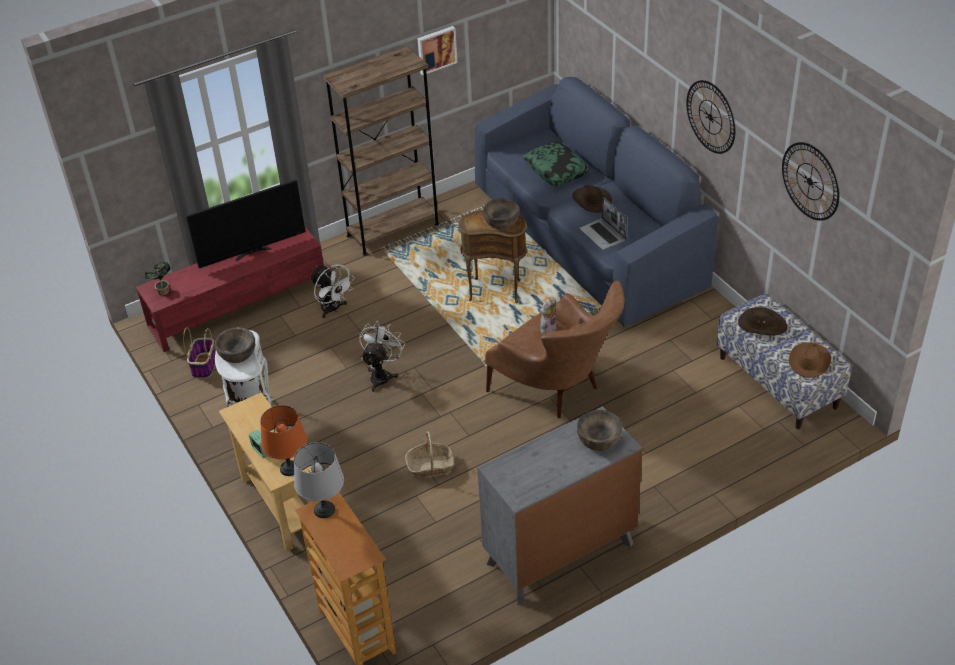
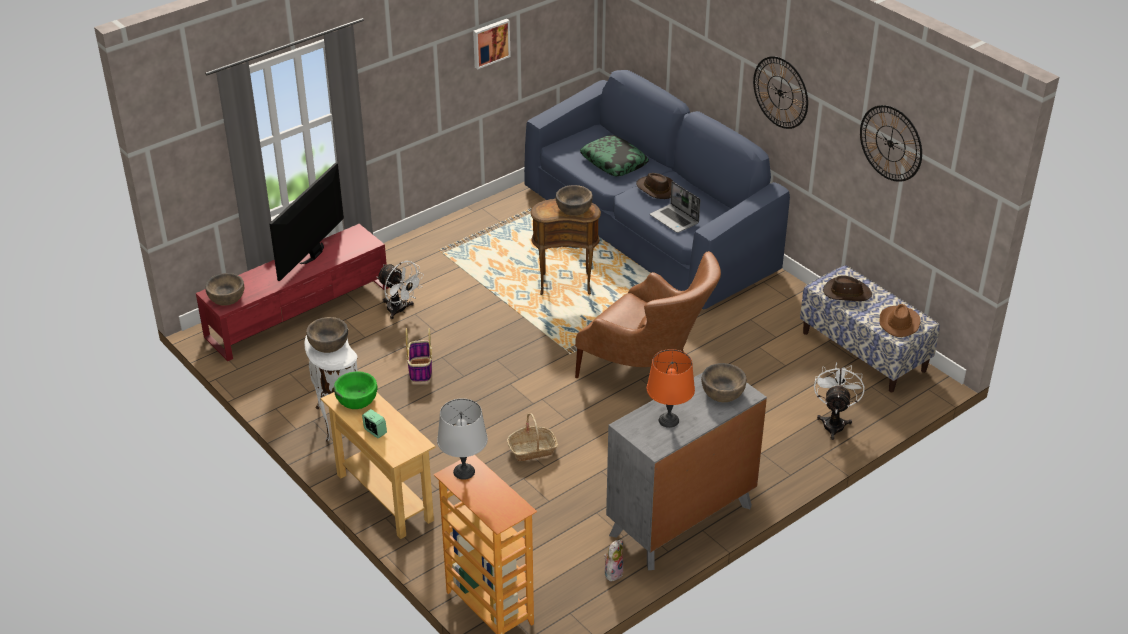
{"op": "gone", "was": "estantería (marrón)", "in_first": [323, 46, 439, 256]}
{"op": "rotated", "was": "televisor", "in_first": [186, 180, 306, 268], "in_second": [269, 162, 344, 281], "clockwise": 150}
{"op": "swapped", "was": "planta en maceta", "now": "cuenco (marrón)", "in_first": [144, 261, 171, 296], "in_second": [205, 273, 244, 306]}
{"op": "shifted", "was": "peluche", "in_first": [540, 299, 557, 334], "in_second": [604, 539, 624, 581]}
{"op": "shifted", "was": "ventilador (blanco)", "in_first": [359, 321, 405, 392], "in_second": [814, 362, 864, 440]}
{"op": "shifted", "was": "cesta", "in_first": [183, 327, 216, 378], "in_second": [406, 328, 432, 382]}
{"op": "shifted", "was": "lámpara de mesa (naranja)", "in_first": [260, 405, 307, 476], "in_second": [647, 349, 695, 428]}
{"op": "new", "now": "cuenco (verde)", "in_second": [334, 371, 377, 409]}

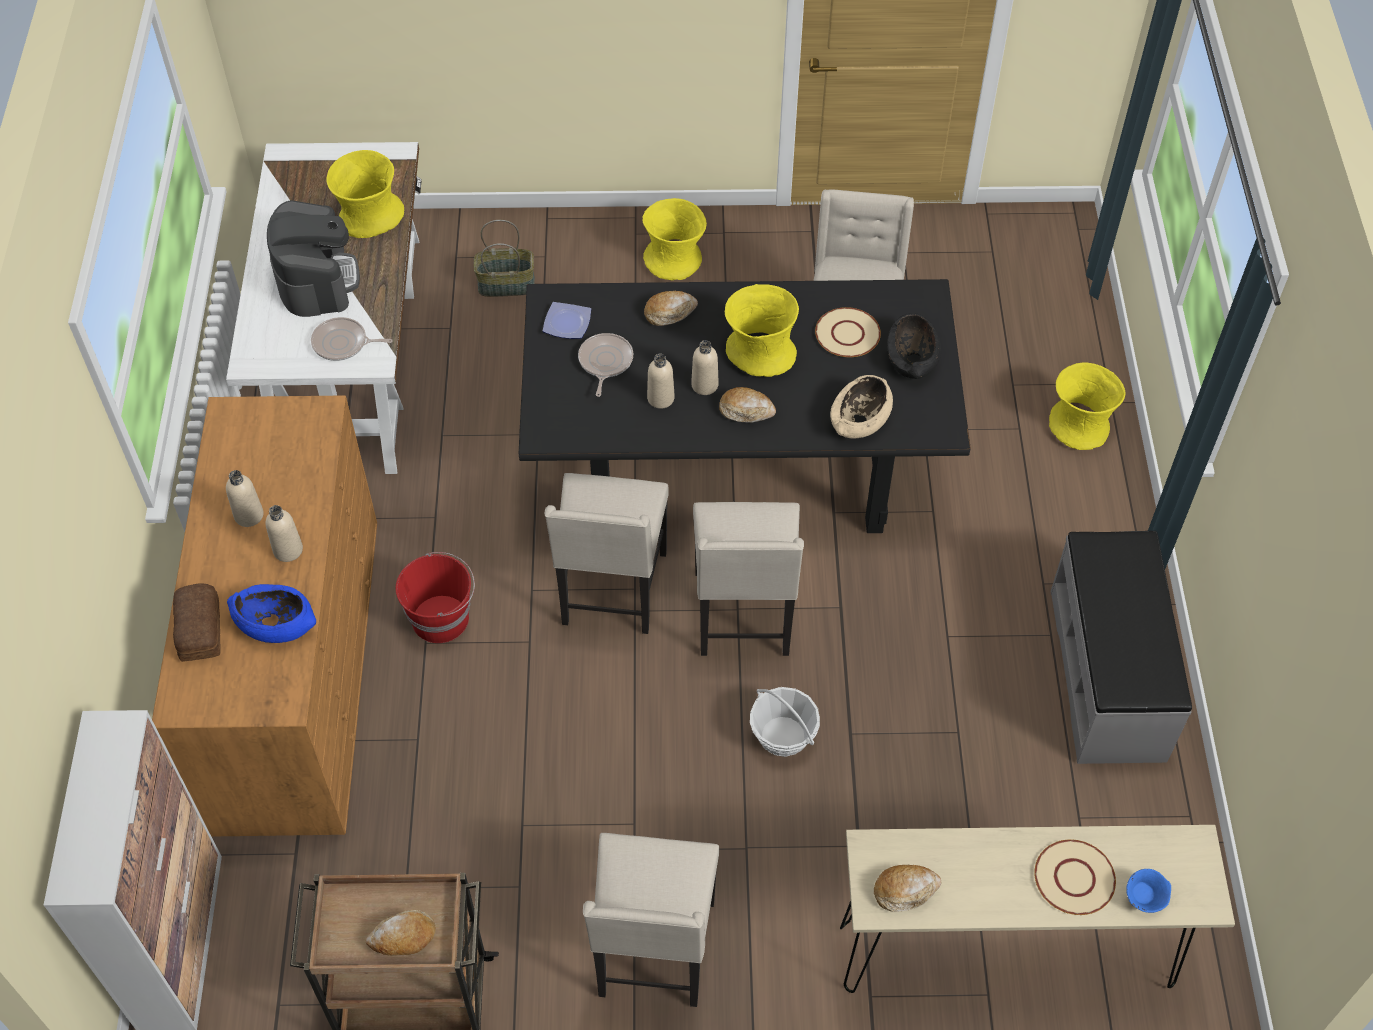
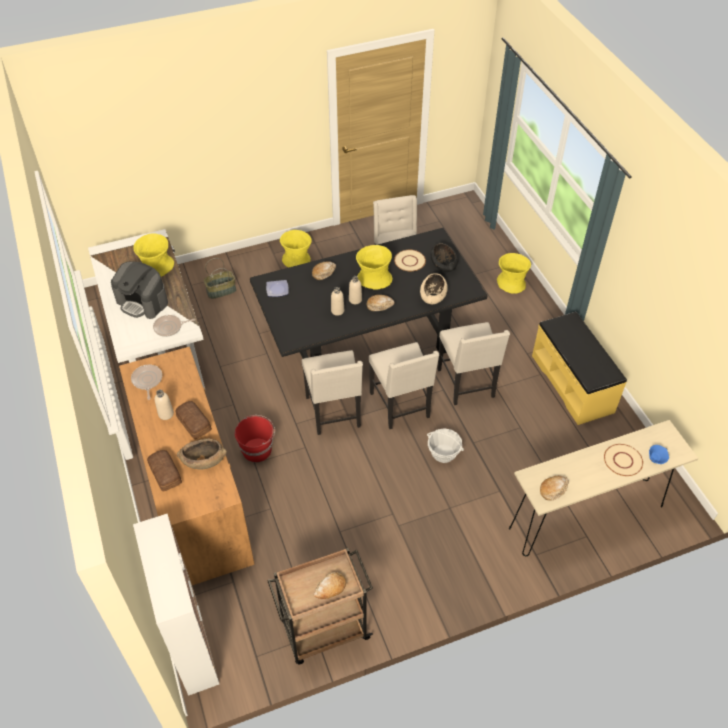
{"op": "rotated", "was": "cafetera", "in_first": [267, 200, 360, 317], "in_second": [111, 261, 168, 319], "clockwise": 150}
{"op": "shifted", "was": "sartén", "in_first": [578, 333, 633, 397], "in_second": [131, 365, 162, 400]}
{"op": "swapped", "was": "botella (beis)", "now": "pan", "in_first": [266, 505, 303, 562], "in_second": [175, 401, 212, 439]}
{"op": "repainted", "was": "banco (gris)", "now": "banco (amarillo)", "in_first": [1051, 531, 1192, 764], "in_second": [532, 312, 627, 425]}
{"op": "repainted", "was": "cuenco (azul)", "now": "cuenco (marrón)", "in_first": [227, 584, 316, 643], "in_second": [177, 439, 227, 469]}
{"op": "shifted", "was": "silla (beis)", "in_first": [583, 833, 719, 1007], "in_second": [438, 322, 510, 405]}

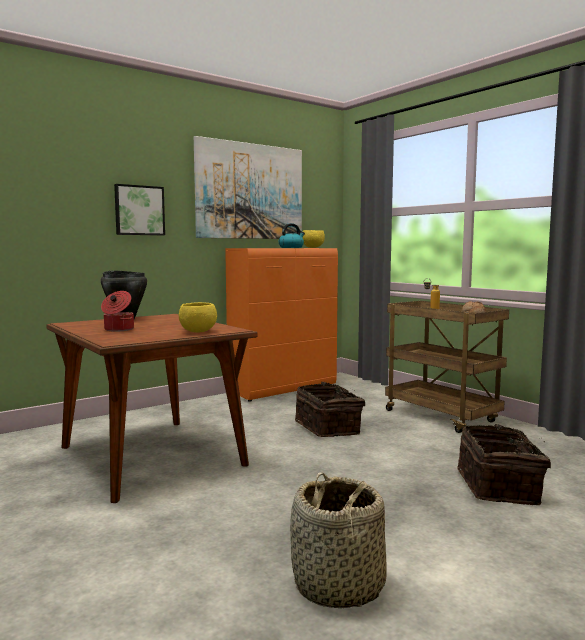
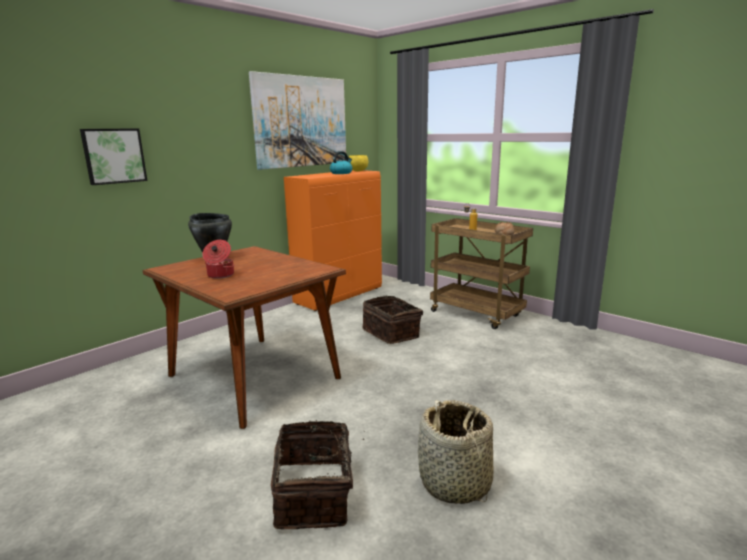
{"op": "shifted", "was": "cuadro", "in_first": [114, 184, 165, 235], "in_second": [80, 128, 147, 185]}
{"op": "gone", "was": "cuenco (amarillo)", "in_first": [179, 302, 217, 333]}
{"op": "shifted", "was": "cesta", "in_first": [457, 424, 551, 505], "in_second": [271, 420, 365, 529]}

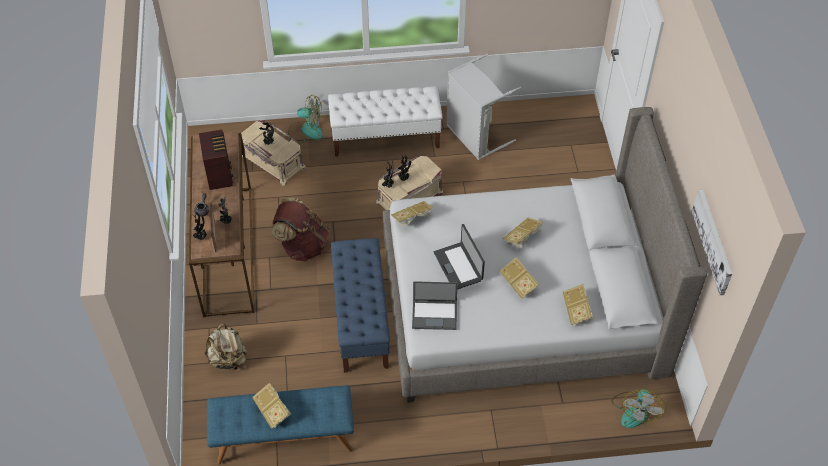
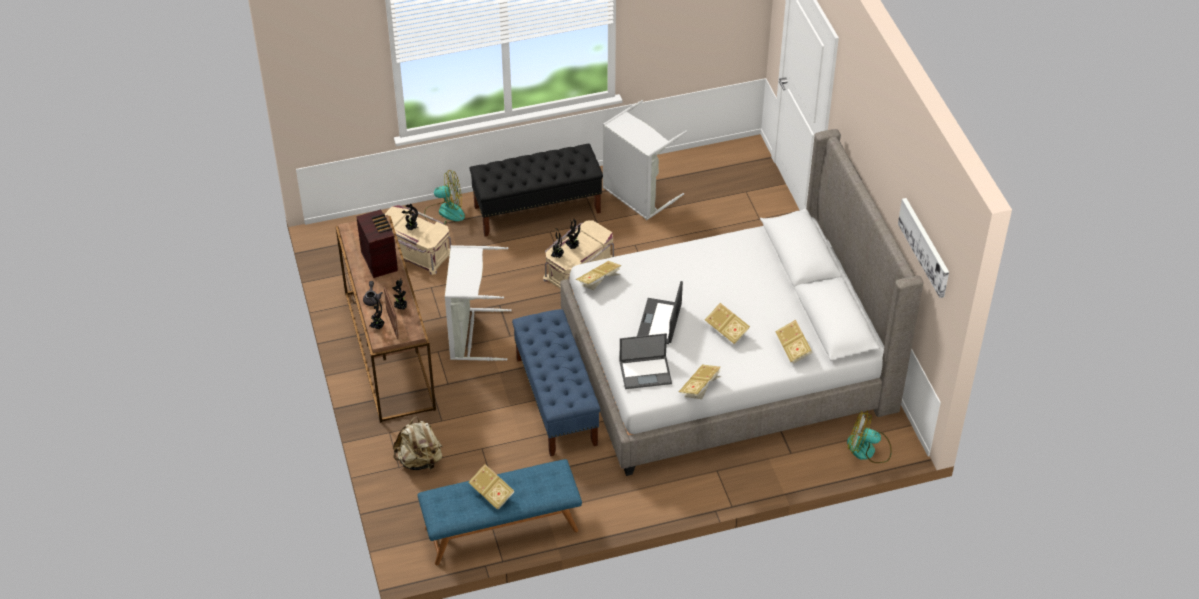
{"op": "repainted", "was": "banco (blanco)", "now": "banco (negro)", "in_first": [328, 86, 442, 157], "in_second": [469, 144, 603, 236]}
{"op": "swapped", "was": "mochila (marrón)", "now": "cesto de la ropa (gris)", "in_first": [272, 198, 329, 261], "in_second": [445, 245, 512, 361]}
{"op": "shifted", "was": "libro", "in_first": [503, 218, 543, 248], "in_second": [679, 365, 721, 399]}
{"op": "rotated", "was": "portátil", "in_first": [434, 224, 485, 290], "in_second": [637, 281, 683, 344], "clockwise": 45}
{"op": "rotated", "was": "ventilador", "in_first": [612, 389, 666, 428], "in_second": [847, 410, 892, 463], "clockwise": 105}

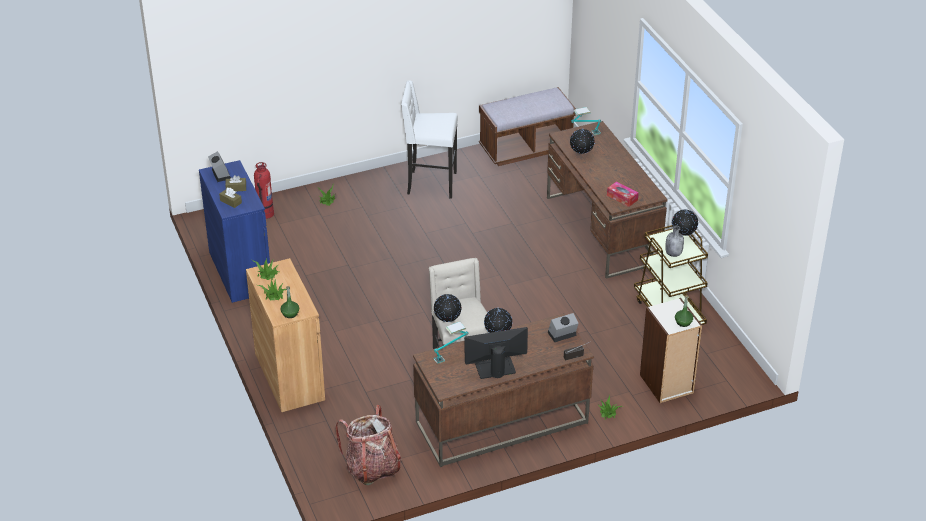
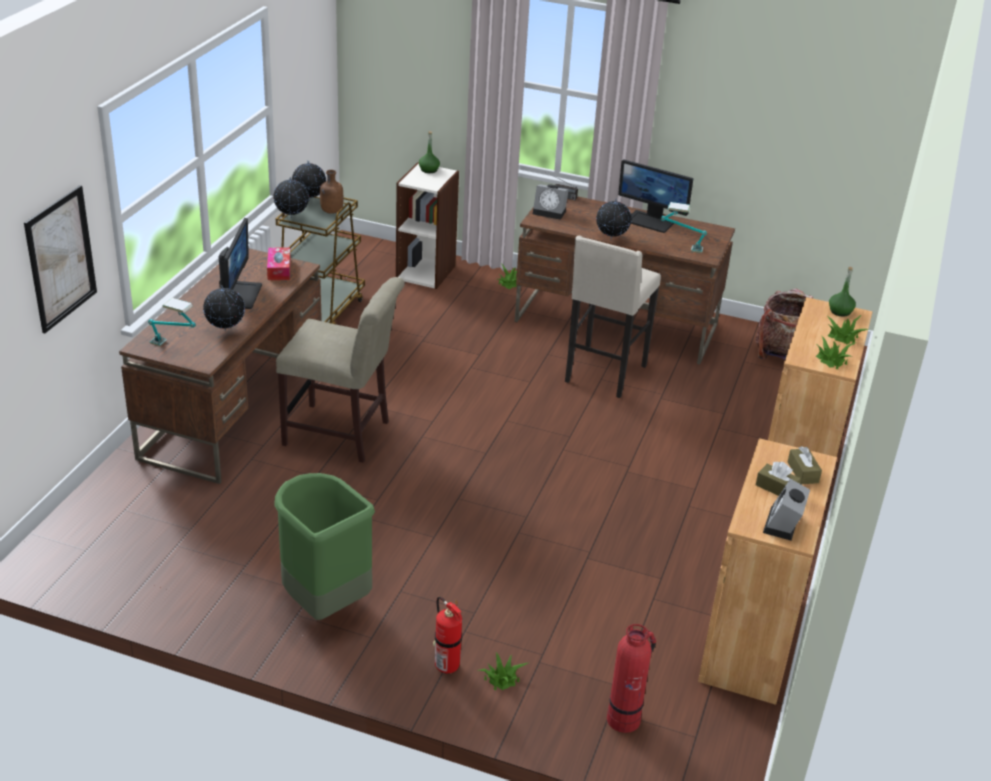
{"op": "swapped", "was": "taburete (blanco)", "now": "papelera (verde)", "in_first": [401, 80, 458, 199], "in_second": [274, 473, 375, 620]}
{"op": "gone", "was": "banco (marrón)", "in_first": [479, 87, 576, 166]}
{"op": "repainted", "was": "armario (azul)", "now": "armario (marrón)", "in_first": [199, 160, 270, 303], "in_second": [698, 438, 837, 705]}
{"op": "repainted", "was": "botella (gris)", "now": "botella (marrón)", "in_first": [665, 225, 684, 257], "in_second": [320, 170, 343, 214]}
{"op": "shifted", "was": "globo terráqueo", "in_first": [434, 294, 462, 322], "in_second": [292, 160, 326, 201]}
{"op": "new", "now": "cuadro", "in_second": [24, 185, 97, 334]}
{"op": "new", "now": "monitor", "in_second": [219, 218, 262, 309]}
{"op": "new", "now": "silla (beis)", "in_second": [276, 277, 405, 463]}
{"op": "new", "now": "extintor", "in_second": [433, 597, 462, 674]}

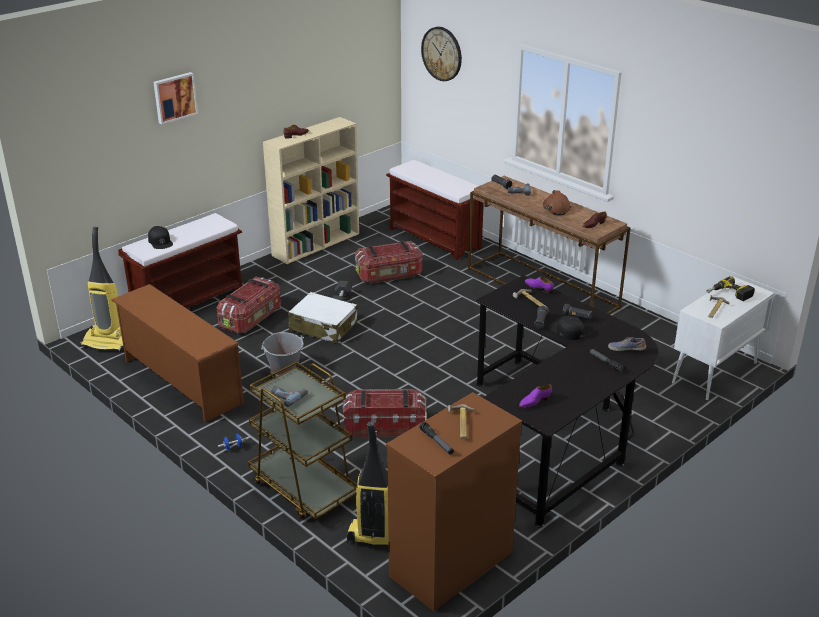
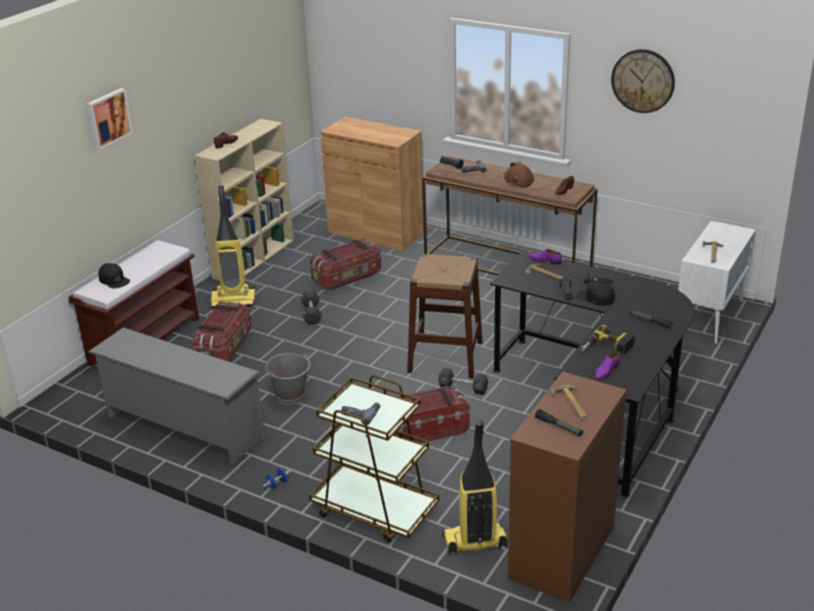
{"op": "shifted", "was": "reloj de pared", "in_first": [421, 27, 462, 81], "in_second": [611, 49, 675, 113]}
{"op": "swapped", "was": "banco (marrón)", "now": "armario (marrón)", "in_first": [386, 160, 484, 260], "in_second": [320, 117, 424, 251]}
{"op": "shifted", "was": "aspiradora", "in_first": [80, 227, 124, 352], "in_second": [210, 185, 256, 308]}
{"op": "shifted", "was": "taladro", "in_first": [706, 276, 755, 301], "in_second": [581, 325, 635, 354]}
{"op": "repainted", "was": "zapatero (marrón)", "now": "zapatero (gris)", "in_first": [111, 284, 244, 422], "in_second": [88, 327, 265, 464]}
{"op": "gone", "was": "maleta (blanco)", "in_first": [288, 292, 357, 344]}
{"op": "gone", "was": "zapato", "in_first": [608, 337, 646, 351]}
{"op": "new", "now": "taburete (marrón)", "in_second": [407, 254, 483, 378]}
{"op": "new", "now": "mancuerna (negro)", "in_second": [438, 368, 488, 395]}

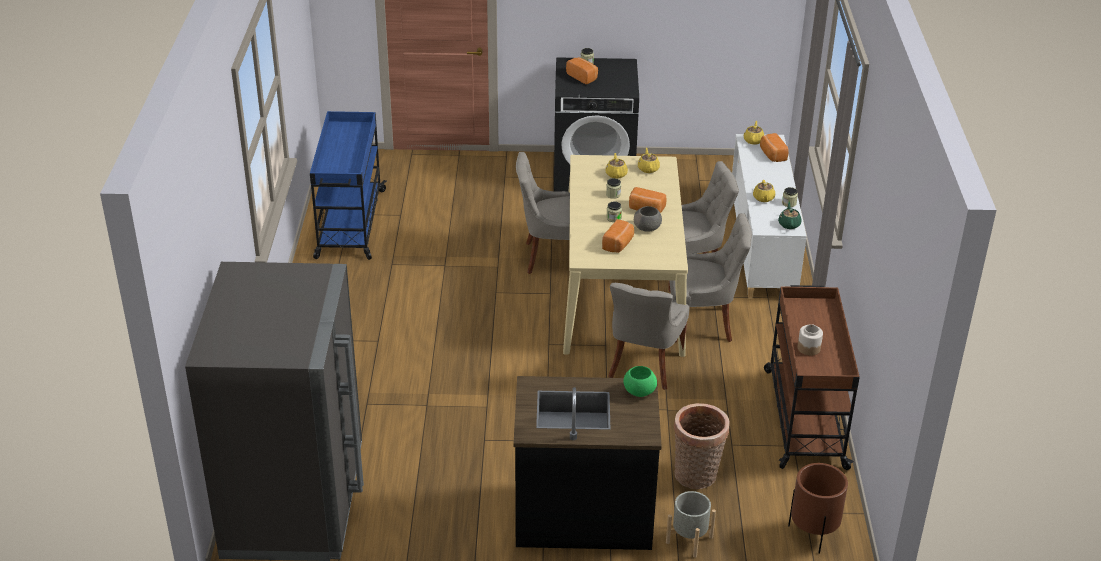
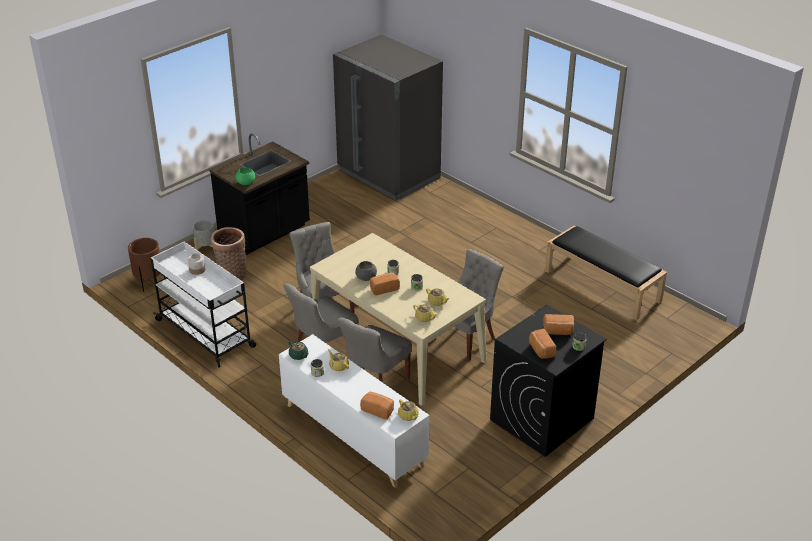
{"op": "swapped", "was": "carrito (azul)", "now": "banco (negro)", "in_first": [310, 111, 387, 260], "in_second": [545, 225, 667, 321]}
{"op": "shifted", "was": "pan", "in_first": [602, 219, 634, 253], "in_second": [529, 329, 556, 359]}
{"op": "repainted", "was": "carrito (marrón)", "now": "carrito (blanco)", "in_first": [764, 285, 860, 470], "in_second": [151, 242, 256, 368]}

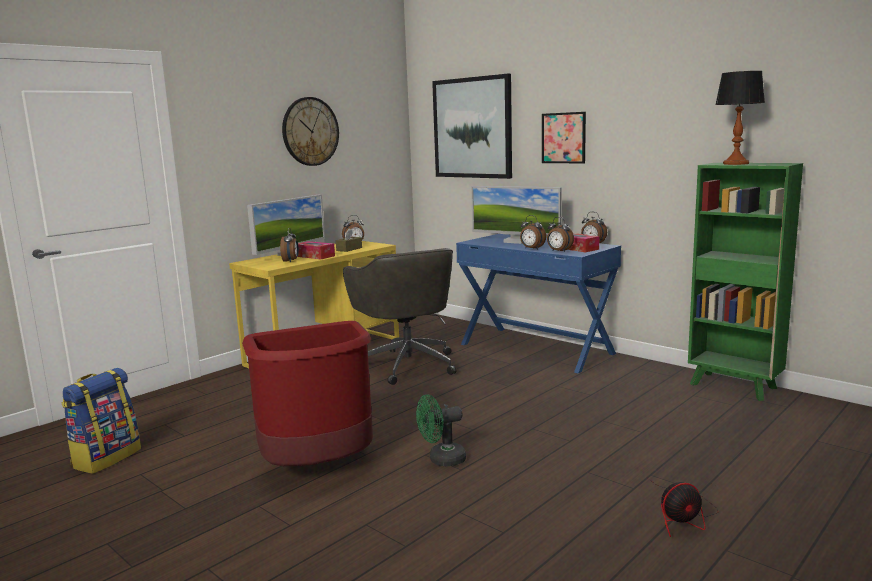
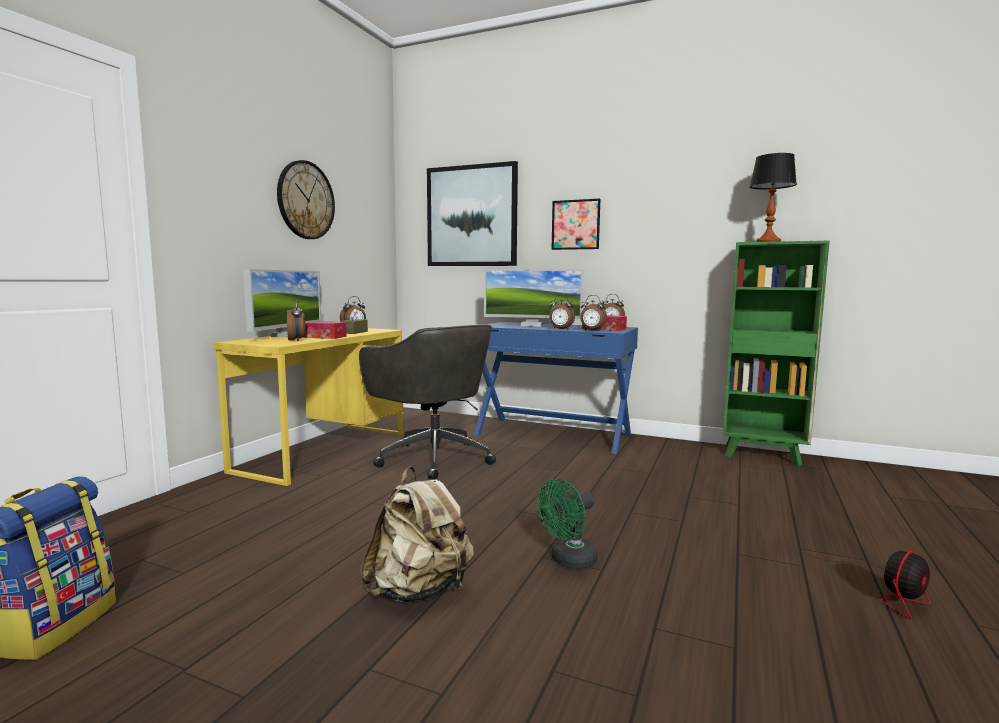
{"op": "swapped", "was": "papelera (rojo)", "now": "mochila (beis)", "in_first": [242, 321, 373, 466], "in_second": [360, 466, 474, 603]}

